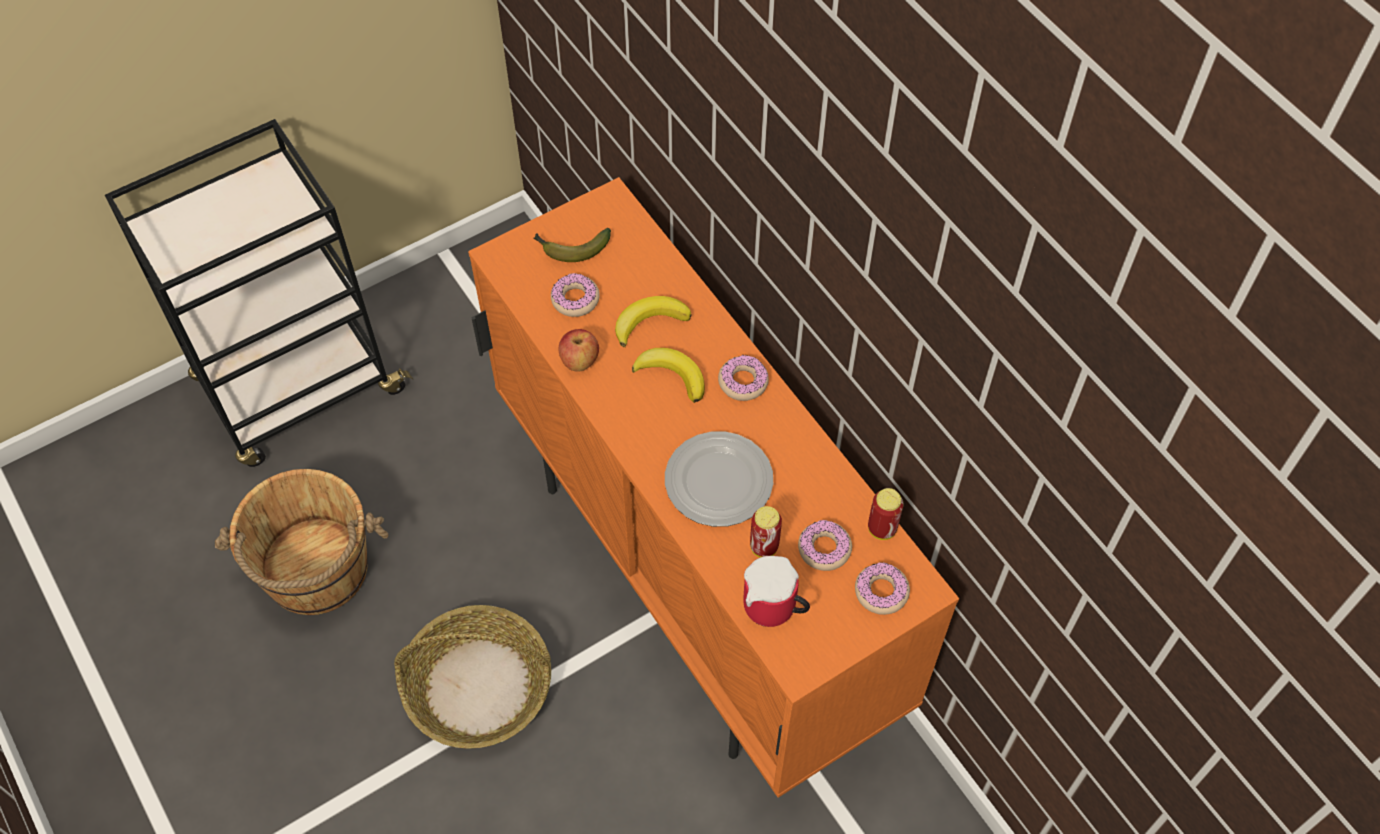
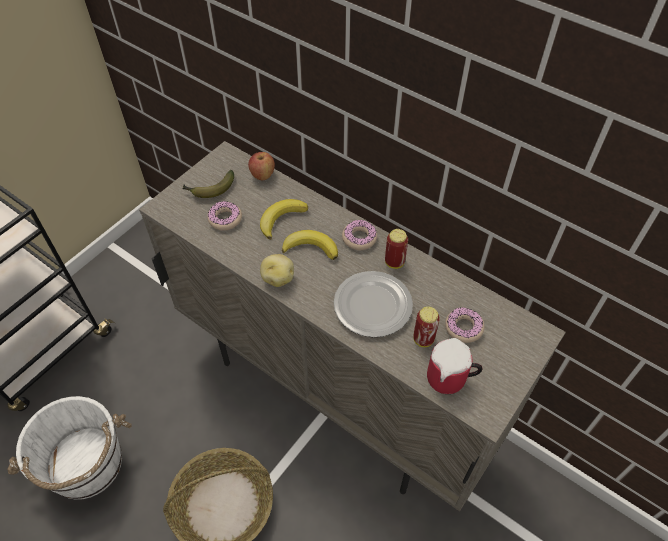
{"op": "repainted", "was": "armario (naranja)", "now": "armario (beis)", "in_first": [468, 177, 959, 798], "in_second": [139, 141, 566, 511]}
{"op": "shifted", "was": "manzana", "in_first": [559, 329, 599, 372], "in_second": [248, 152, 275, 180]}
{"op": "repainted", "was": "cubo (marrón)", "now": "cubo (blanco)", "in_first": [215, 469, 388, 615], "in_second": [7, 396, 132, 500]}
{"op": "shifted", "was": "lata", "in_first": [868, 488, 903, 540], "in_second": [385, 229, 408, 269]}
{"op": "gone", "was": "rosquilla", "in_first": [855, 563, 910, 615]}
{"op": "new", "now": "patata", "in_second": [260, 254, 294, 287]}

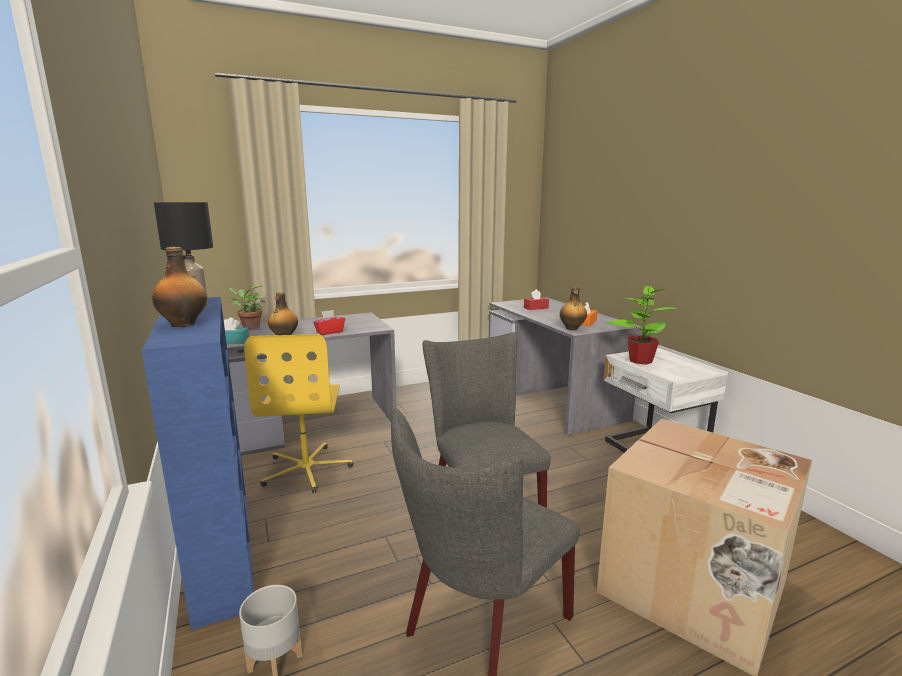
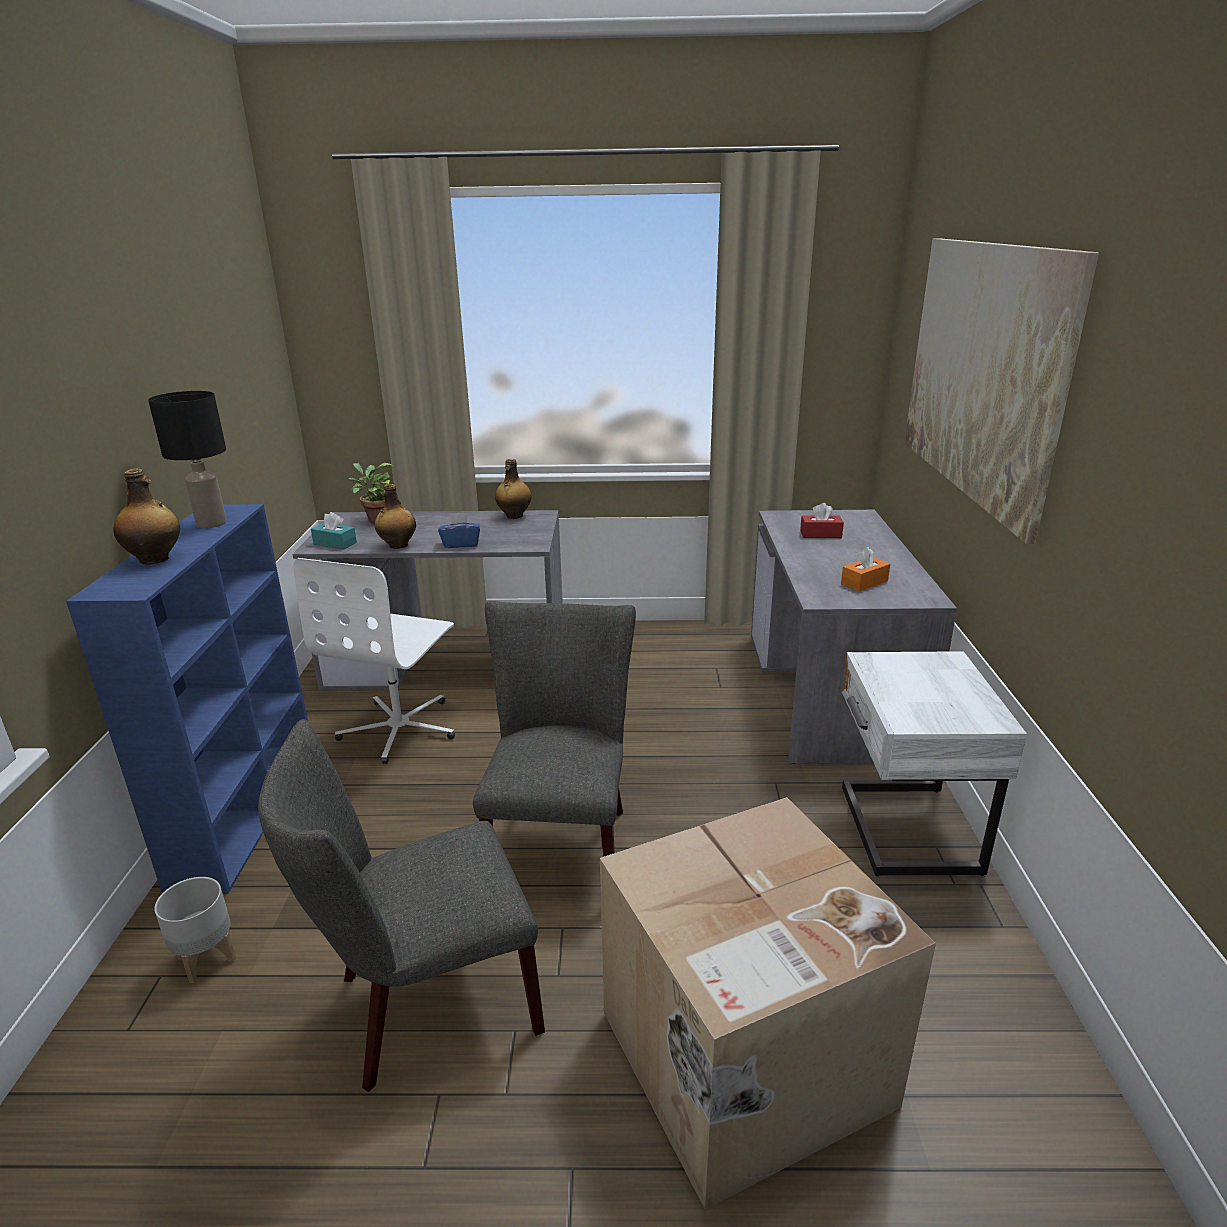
{"op": "gone", "was": "planta en maceta", "in_first": [606, 285, 677, 364]}
{"op": "shifted", "was": "botella", "in_first": [560, 286, 587, 330], "in_second": [495, 459, 532, 519]}
{"op": "repainted", "was": "caja de pañuelos (rojo)", "now": "caja de pañuelos (azul)", "in_first": [313, 310, 345, 335], "in_second": [438, 513, 480, 548]}
{"op": "repainted", "was": "silla de oficina (amarillo)", "now": "silla de oficina (blanco)", "in_first": [244, 334, 353, 493], "in_second": [294, 558, 455, 764]}
{"op": "new", "now": "cuadro", "in_second": [904, 238, 1099, 544]}

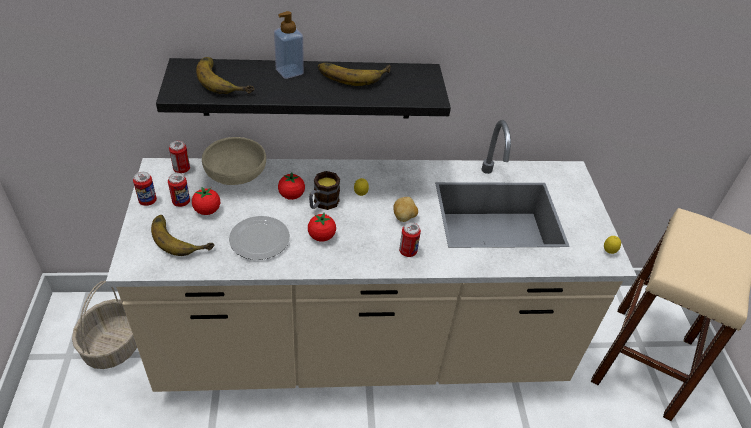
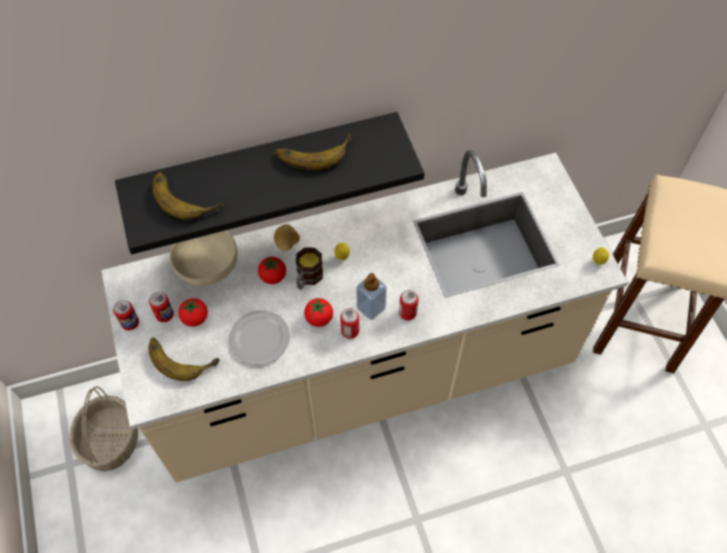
{"op": "shifted", "was": "dispensador de jabón", "in_first": [274, 11, 304, 79], "in_second": [356, 273, 387, 320]}
{"op": "shifted", "was": "lata", "in_first": [169, 141, 190, 173], "in_second": [340, 308, 359, 339]}
{"op": "shifted", "was": "patata", "in_first": [393, 197, 418, 222], "in_second": [274, 224, 300, 251]}

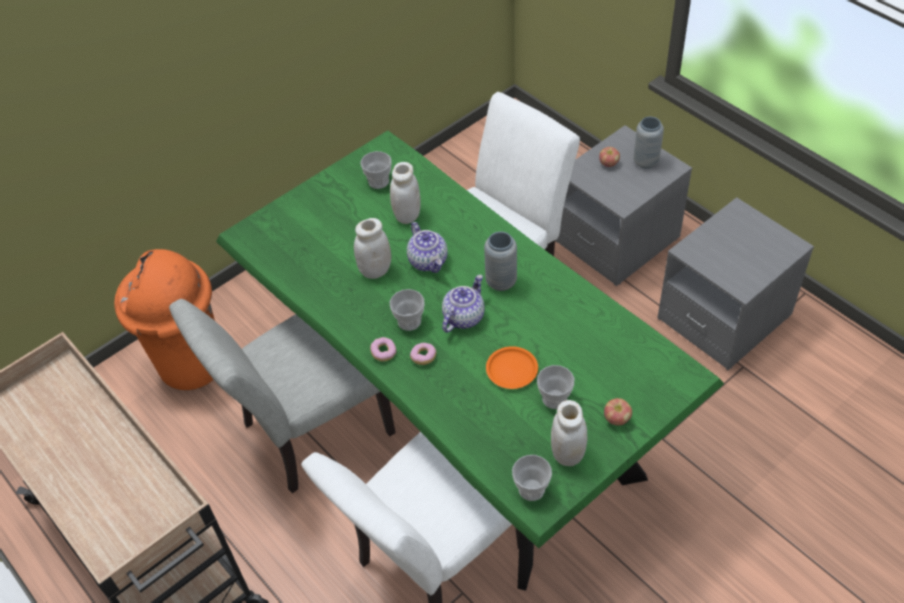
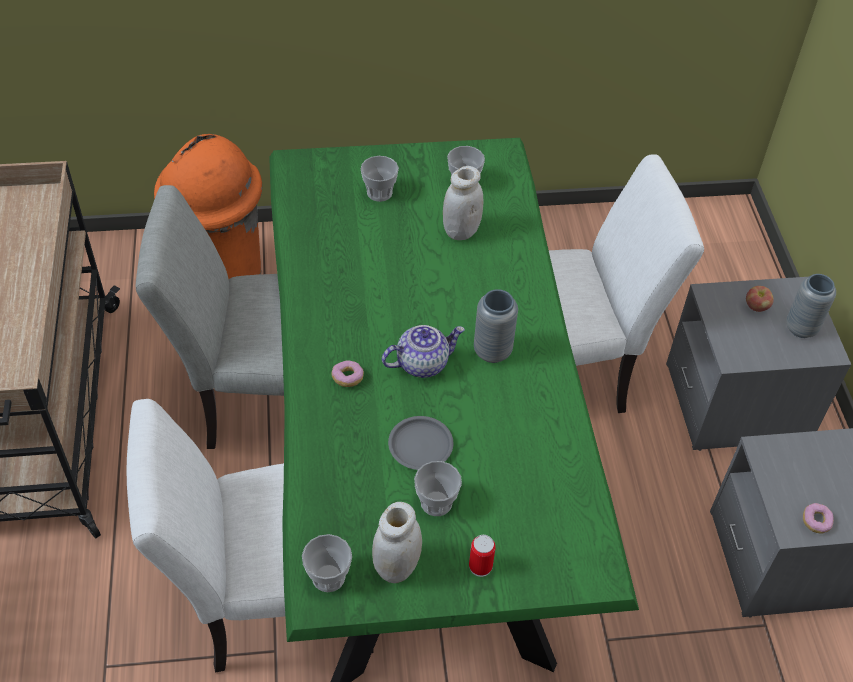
{"op": "gone", "was": "tarro (blanco)", "in_first": [354, 218, 391, 279]}
{"op": "gone", "was": "tetera", "in_first": [407, 222, 448, 273]}
{"op": "shifted", "was": "taza", "in_first": [390, 289, 425, 331], "in_second": [361, 156, 399, 202]}
{"op": "shifted", "was": "rosquilla", "in_first": [370, 337, 397, 361], "in_second": [803, 503, 834, 533]}
{"op": "repainted", "was": "plato (naranja)", "now": "plato (gris)", "in_first": [486, 346, 538, 389], "in_second": [388, 416, 454, 470]}
{"op": "swapped", "was": "manzana", "now": "lata", "in_first": [604, 398, 632, 426], "in_second": [469, 535, 496, 577]}

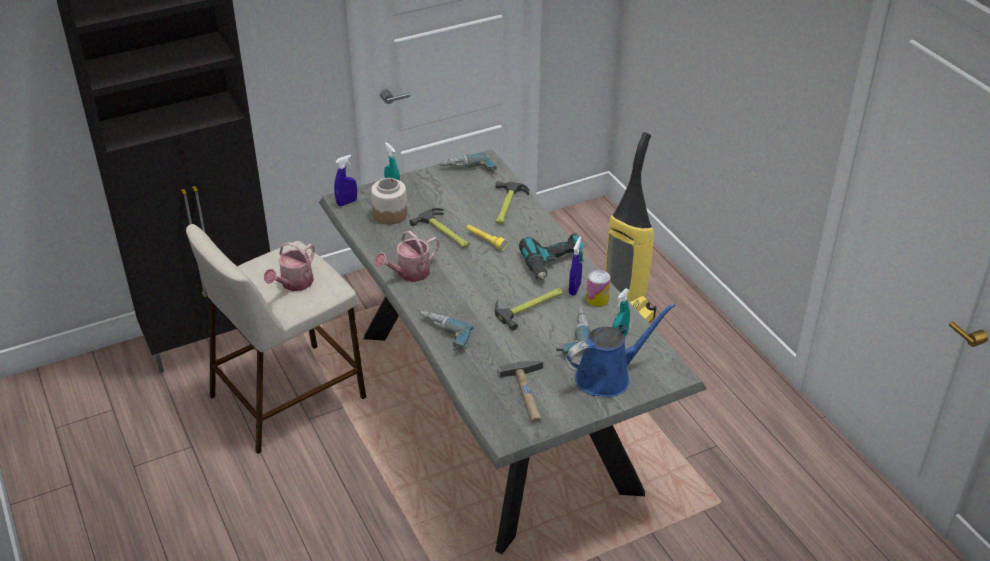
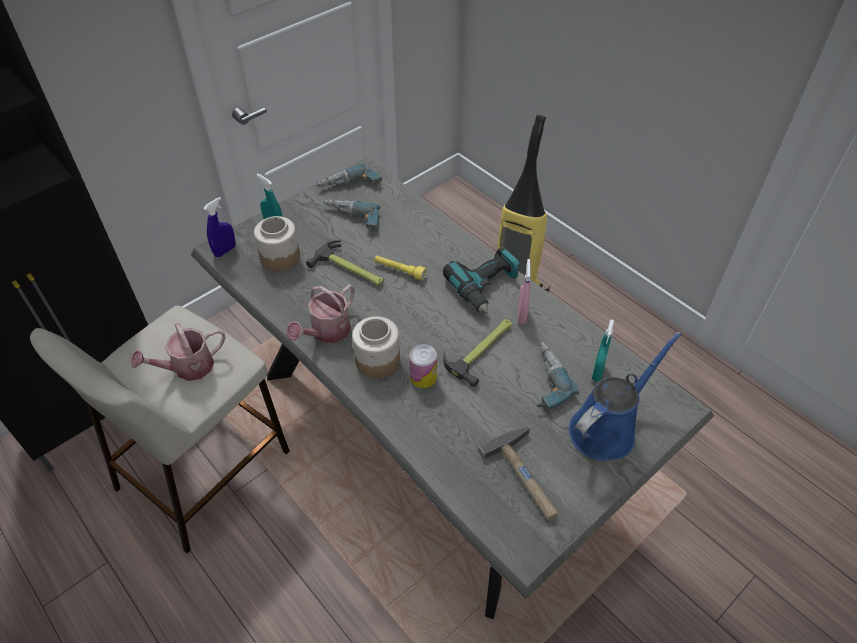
{"op": "gone", "was": "martillo", "in_first": [495, 181, 529, 224]}
{"op": "repainted", "was": "pulverizador (azul)", "now": "pulverizador (rosa)", "in_first": [569, 237, 582, 296], "in_second": [518, 259, 531, 324]}
{"op": "rotated", "was": "regadera", "in_first": [264, 242, 315, 291], "in_second": [131, 322, 226, 381], "clockwise": 45}
{"op": "shifted", "was": "lata", "in_first": [587, 270, 610, 307], "in_second": [409, 344, 437, 388]}
{"op": "shifted", "was": "taladro", "in_first": [419, 311, 474, 351], "in_second": [323, 200, 380, 232]}
{"op": "new", "now": "tarro", "in_second": [352, 316, 400, 378]}

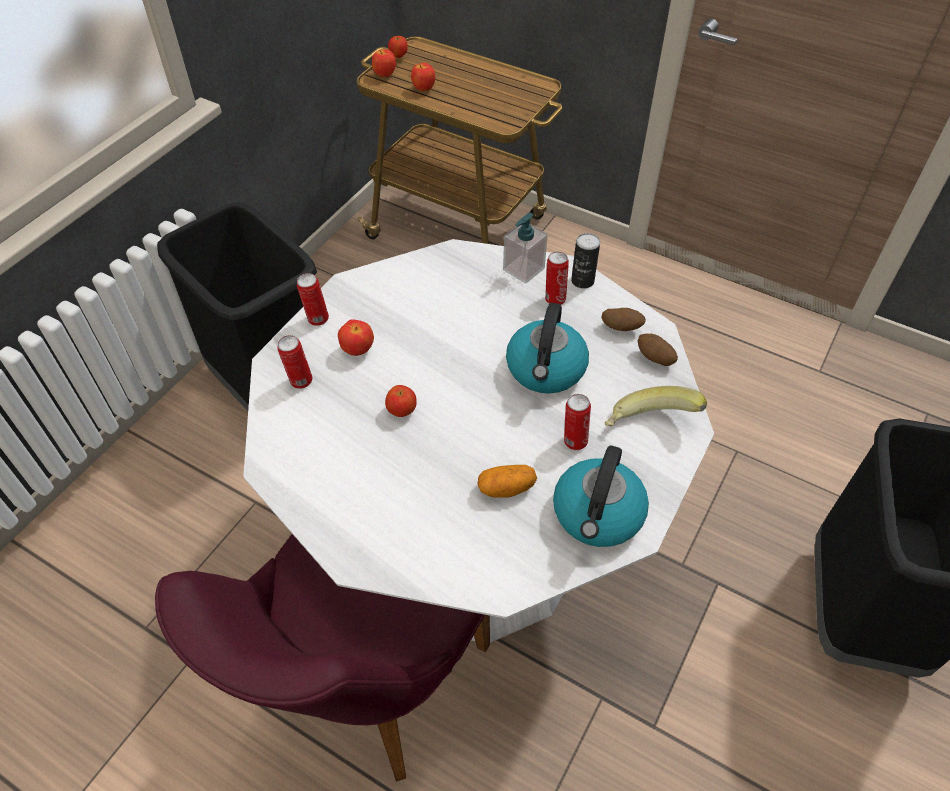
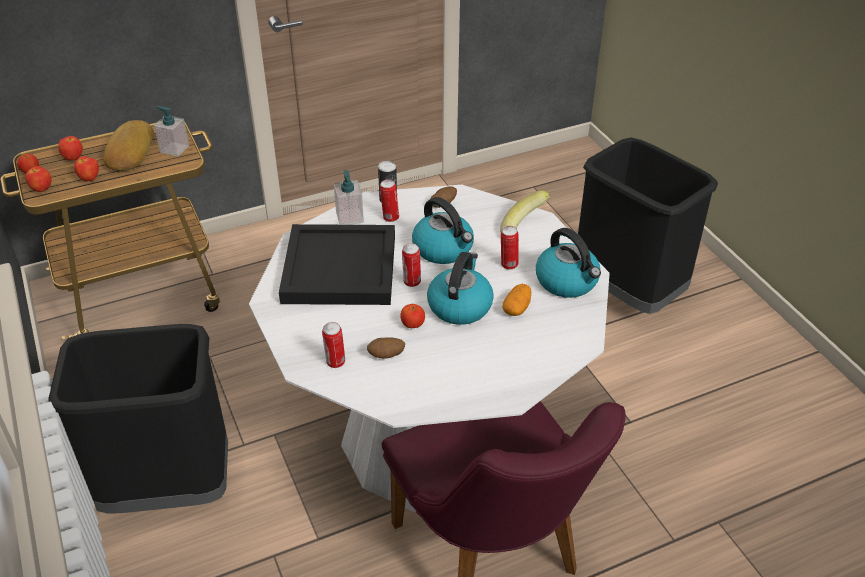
{"op": "shifted", "was": "lata", "in_first": [297, 273, 329, 326], "in_second": [402, 243, 421, 287]}
{"op": "shifted", "was": "manzana", "in_first": [338, 319, 374, 356], "in_second": [58, 136, 83, 161]}
{"op": "shifted", "was": "patata", "in_first": [638, 333, 678, 366], "in_second": [367, 337, 405, 359]}
{"op": "new", "now": "dispensador de jabón", "in_second": [154, 106, 189, 157]}
{"op": "new", "now": "pan", "in_second": [103, 120, 154, 171]}
{"op": "new", "now": "bandeja (negro)", "in_second": [279, 224, 395, 305]}
{"op": "new", "now": "hervidor", "in_second": [427, 252, 494, 325]}

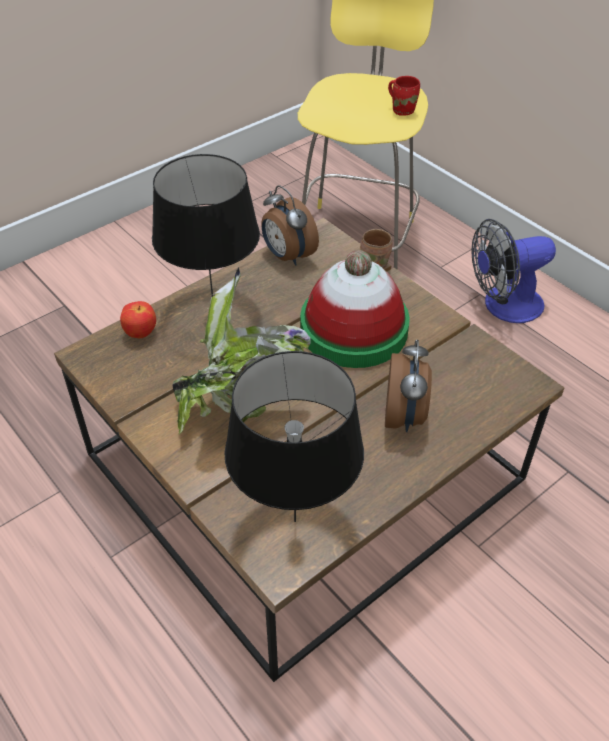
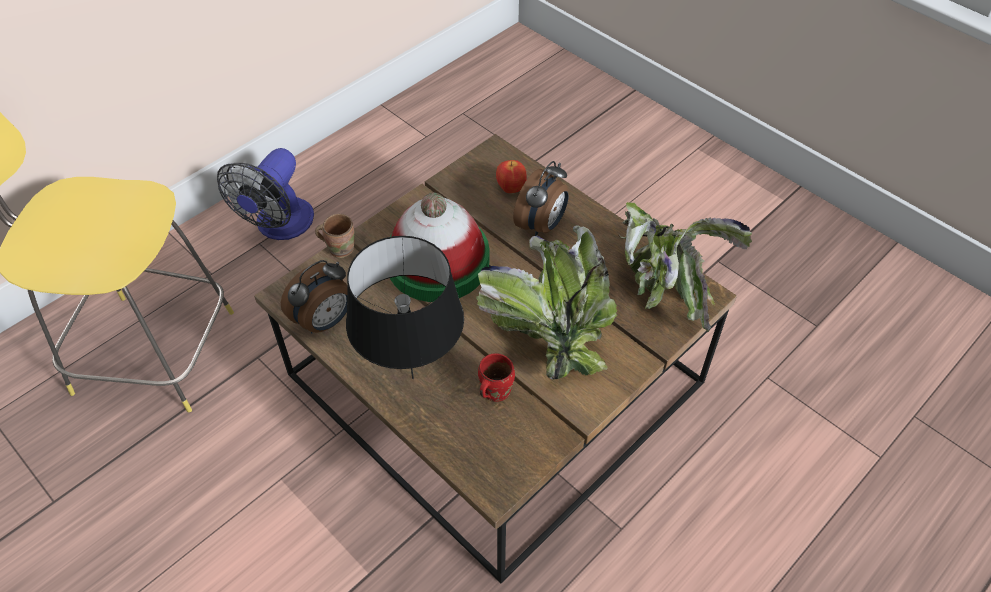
{"op": "shifted", "was": "taza grande (rojo)", "in_first": [388, 76, 420, 116], "in_second": [478, 353, 515, 402]}
{"op": "rotated", "was": "ventilador", "in_first": [471, 219, 556, 323], "in_second": [217, 148, 314, 240], "clockwise": 45}
{"op": "shifted", "was": "manzana", "in_first": [120, 301, 156, 338], "in_second": [496, 160, 527, 193]}
{"op": "rotated", "was": "despertador", "in_first": [385, 340, 432, 432], "in_second": [513, 161, 568, 236], "clockwise": 120}
{"op": "swapped", "was": "lámpara de mesa (negro)", "now": "planta en maceta", "in_first": [224, 351, 364, 522], "in_second": [619, 202, 752, 332]}

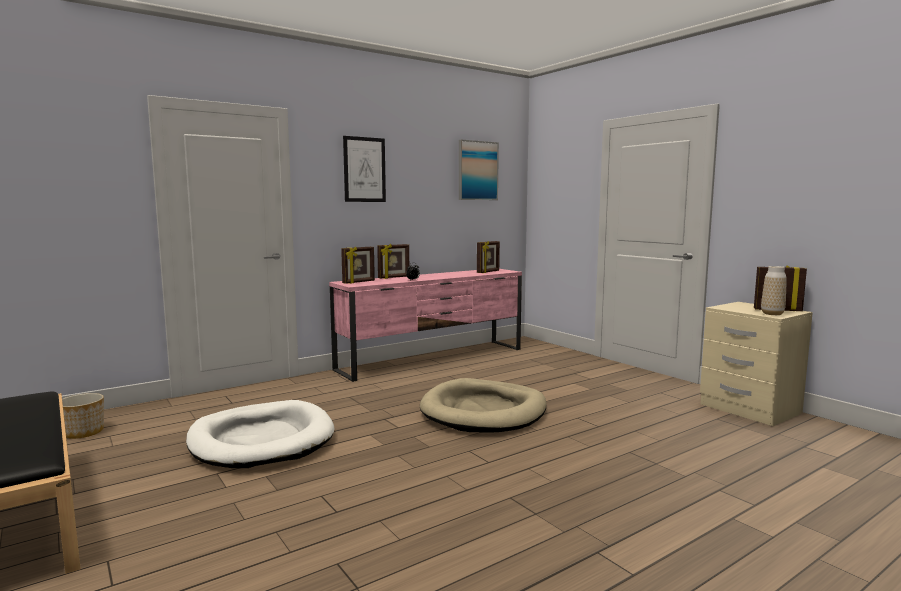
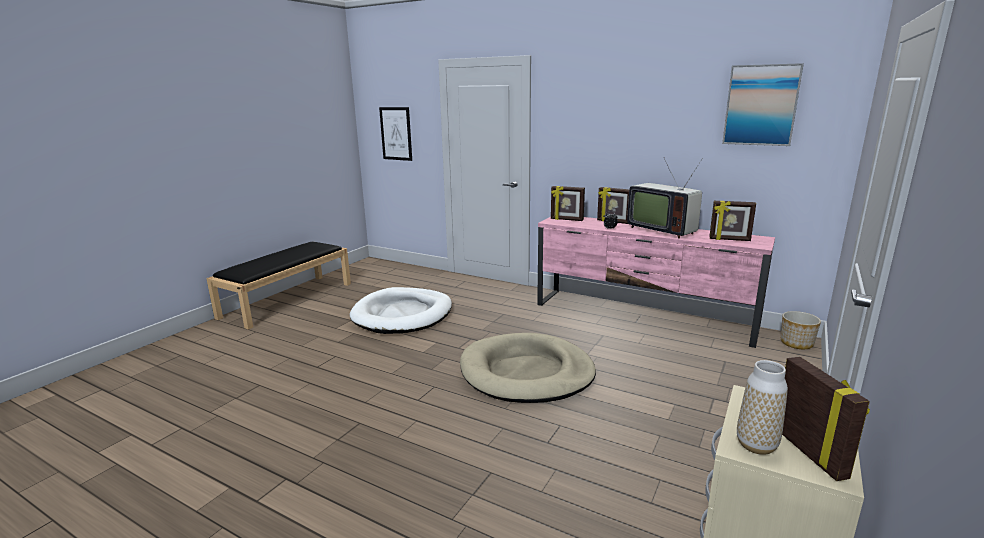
{"op": "shifted", "was": "cuadro", "in_first": [343, 136, 386, 202], "in_second": [379, 107, 412, 161]}
{"op": "shifted", "was": "maceta", "in_first": [62, 393, 104, 439], "in_second": [781, 311, 821, 349]}
{"op": "new", "now": "televisor", "in_second": [627, 157, 703, 239]}

